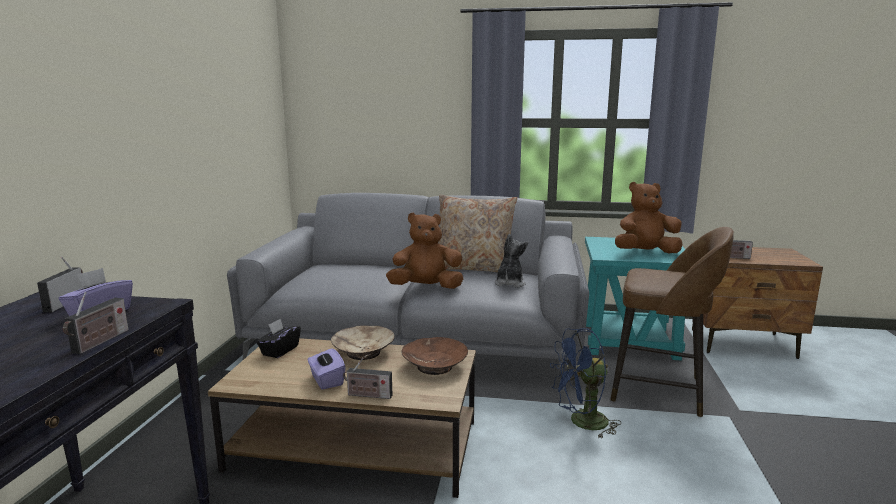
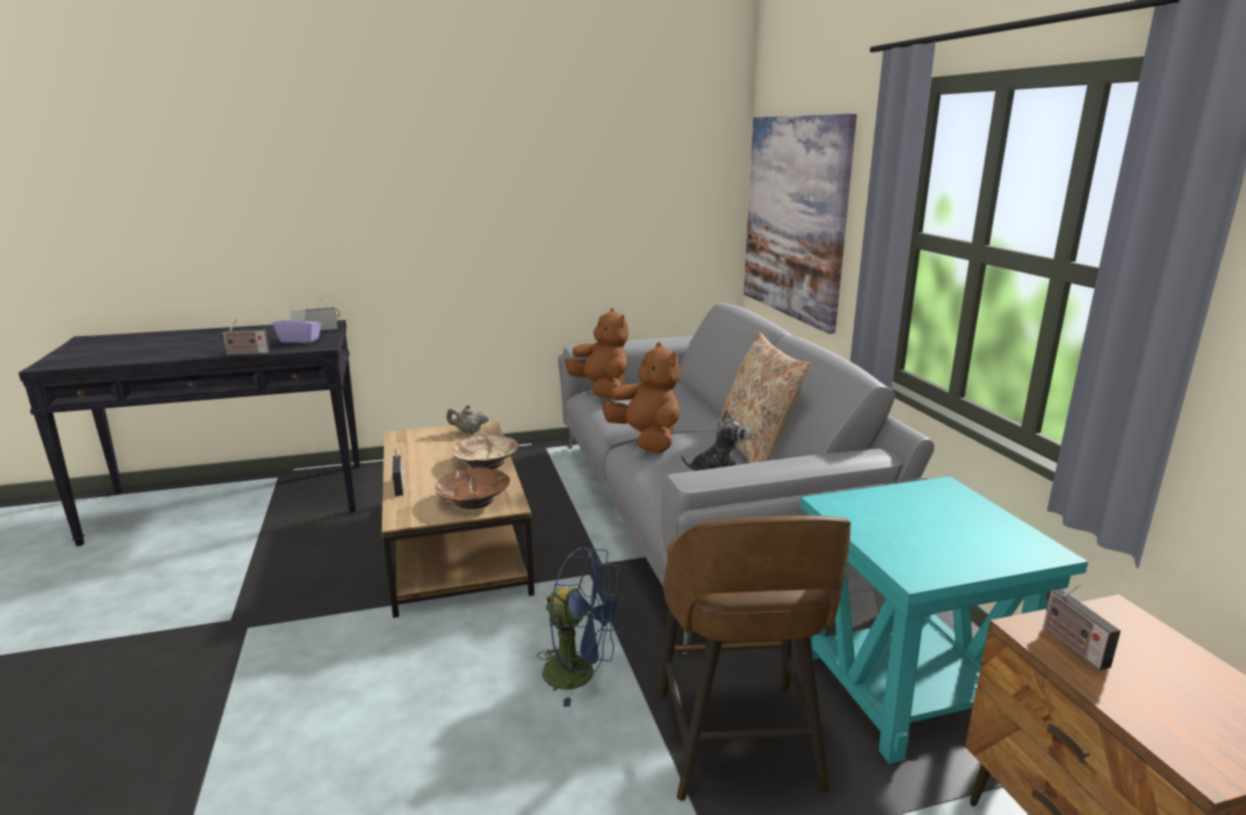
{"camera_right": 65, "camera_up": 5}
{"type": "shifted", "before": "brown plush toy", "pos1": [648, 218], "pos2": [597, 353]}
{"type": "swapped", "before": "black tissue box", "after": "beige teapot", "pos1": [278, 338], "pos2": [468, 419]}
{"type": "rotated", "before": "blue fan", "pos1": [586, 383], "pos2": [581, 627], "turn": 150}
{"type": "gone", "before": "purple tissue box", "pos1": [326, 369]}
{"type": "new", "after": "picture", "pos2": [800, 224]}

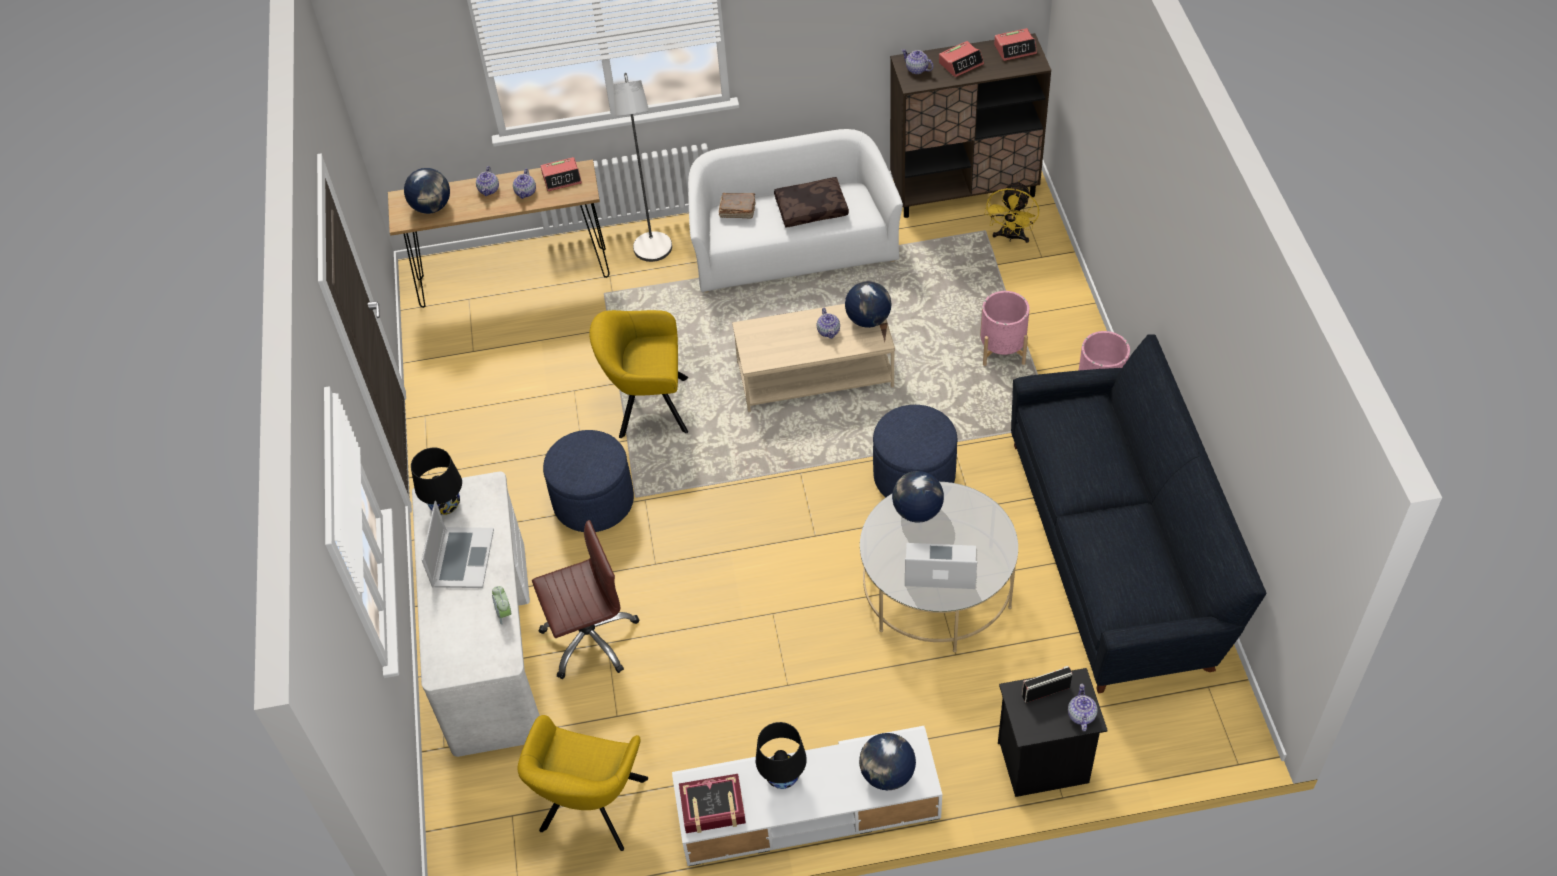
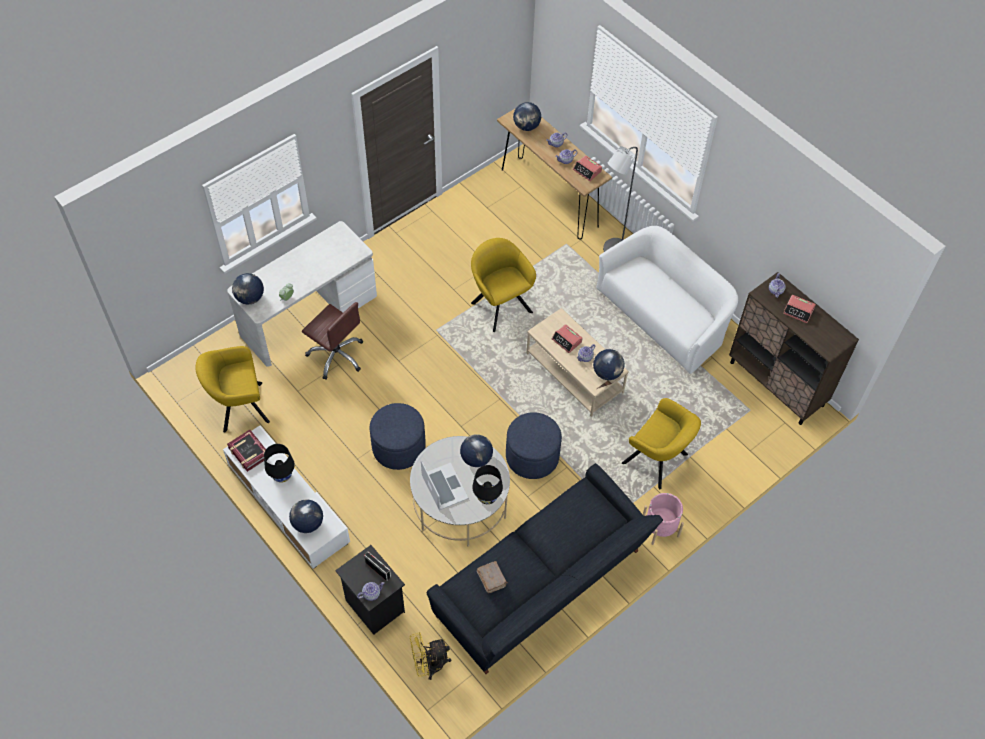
{"camera_right": 55, "camera_up": 5}
{"type": "shifted", "before": "alarm clock", "pos1": [1015, 44], "pos2": [567, 338]}
{"type": "gone", "before": "brown pillow", "pos1": [811, 202]}
{"type": "shifted", "before": "yellow fan", "pos1": [1011, 212], "pos2": [431, 656]}
{"type": "shifted", "before": "brown book", "pos1": [737, 205], "pos2": [492, 577]}
{"type": "swapped", "before": "pink planter", "after": "yellow armchair", "pos1": [1005, 328], "pos2": [661, 443]}
{"type": "shifted", "before": "blue ottoman", "pos1": [588, 481], "pos2": [398, 436]}
{"type": "shifted", "before": "black table lamp", "pos1": [436, 481], "pos2": [487, 484]}
{"type": "gone", "before": "laptop", "pos1": [458, 544]}
{"type": "new", "after": "globe", "pos2": [248, 288]}

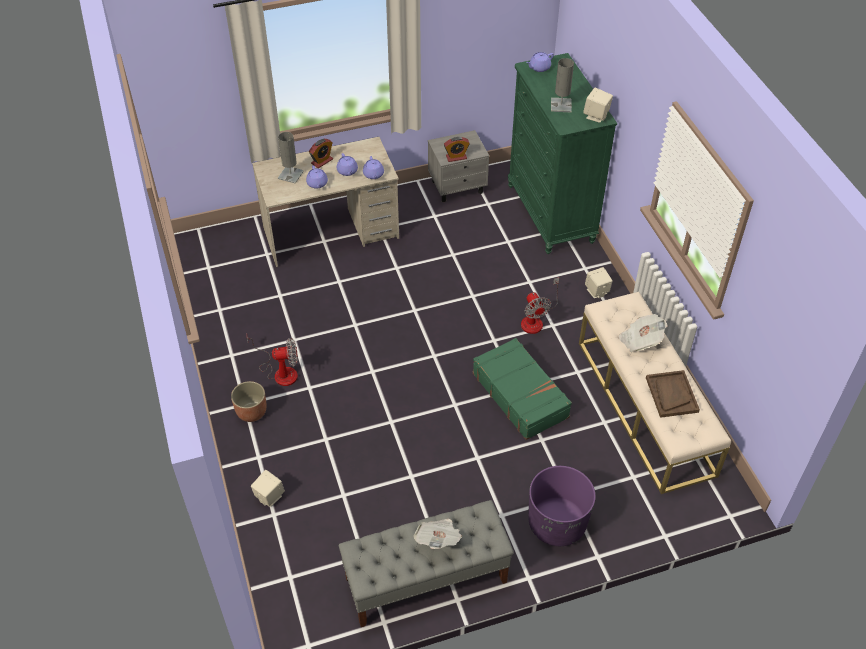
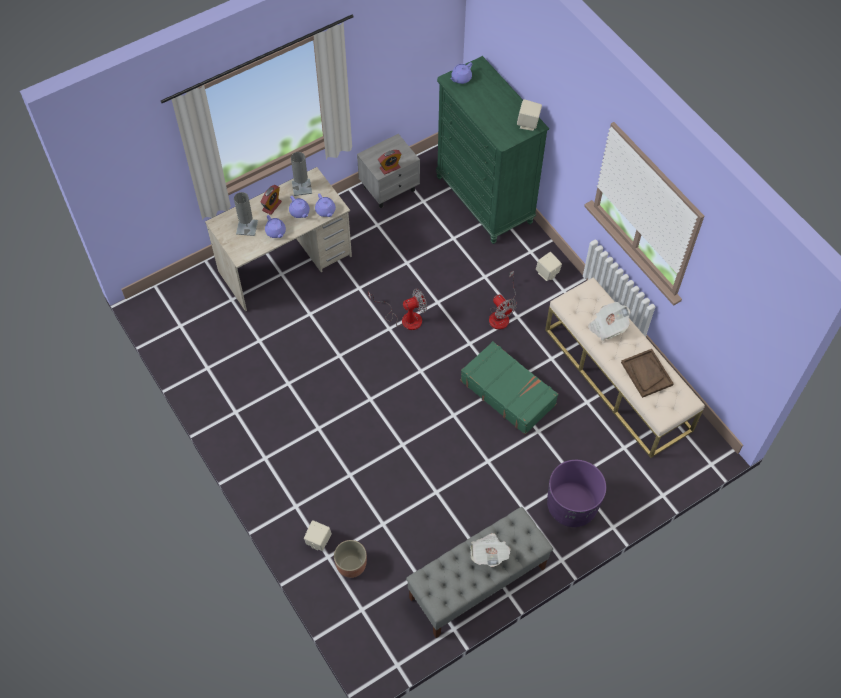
{"camera_right": -15, "camera_up": 10}
{"type": "shifted", "before": "grey table lamp", "pos1": [562, 85], "pos2": [301, 174]}
{"type": "shifted", "before": "fan", "pos1": [272, 361], "pos2": [397, 309]}
{"type": "shifted", "before": "planter", "pos1": [248, 401], "pos2": [350, 559]}

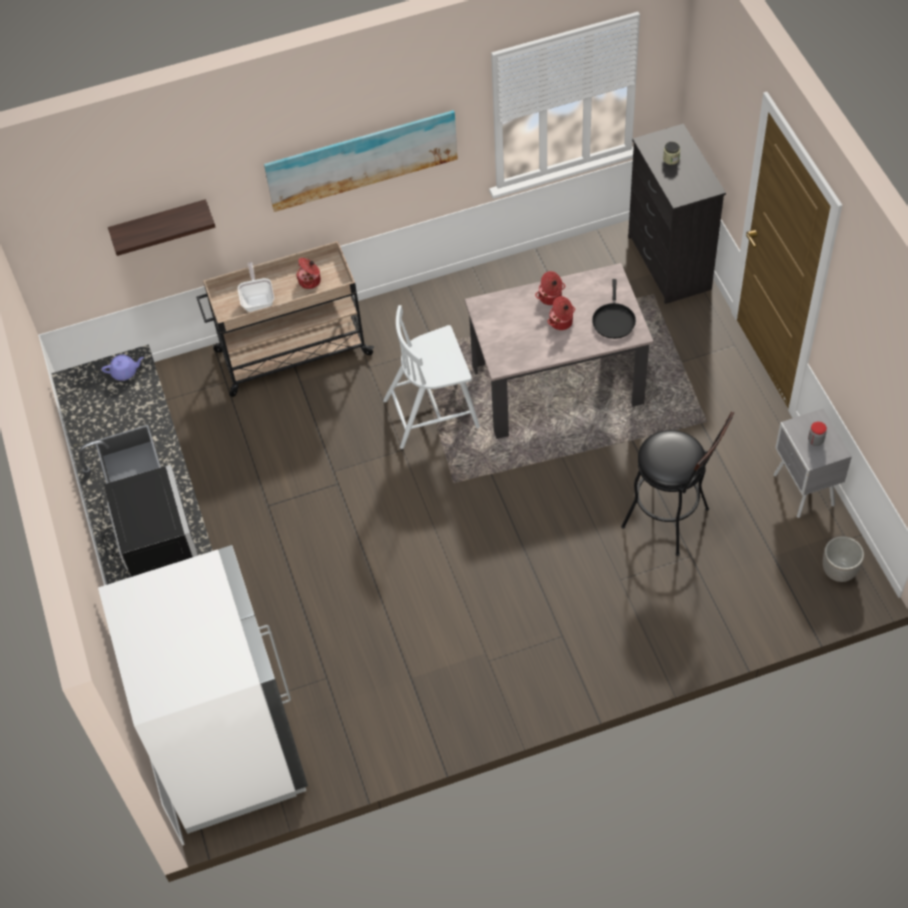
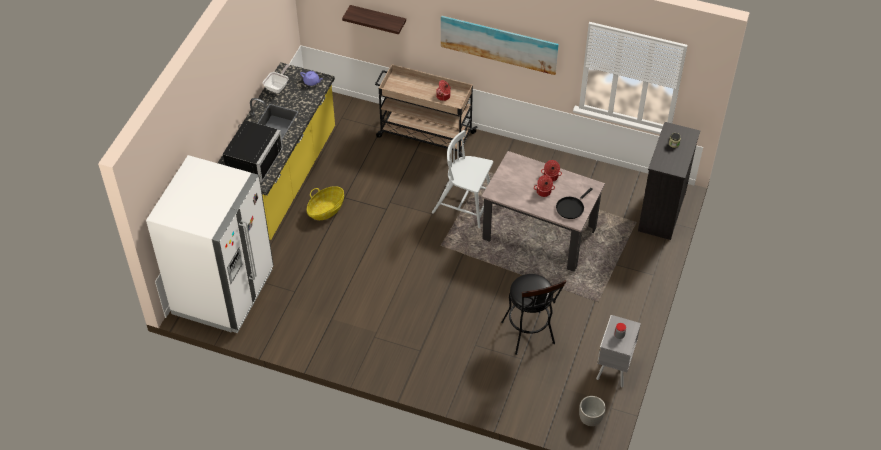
{"camera_right": 35, "camera_up": -5}
{"type": "shifted", "before": "frying pan", "pos1": [256, 287], "pos2": [276, 78]}
{"type": "new", "after": "basket", "pos2": [325, 203]}

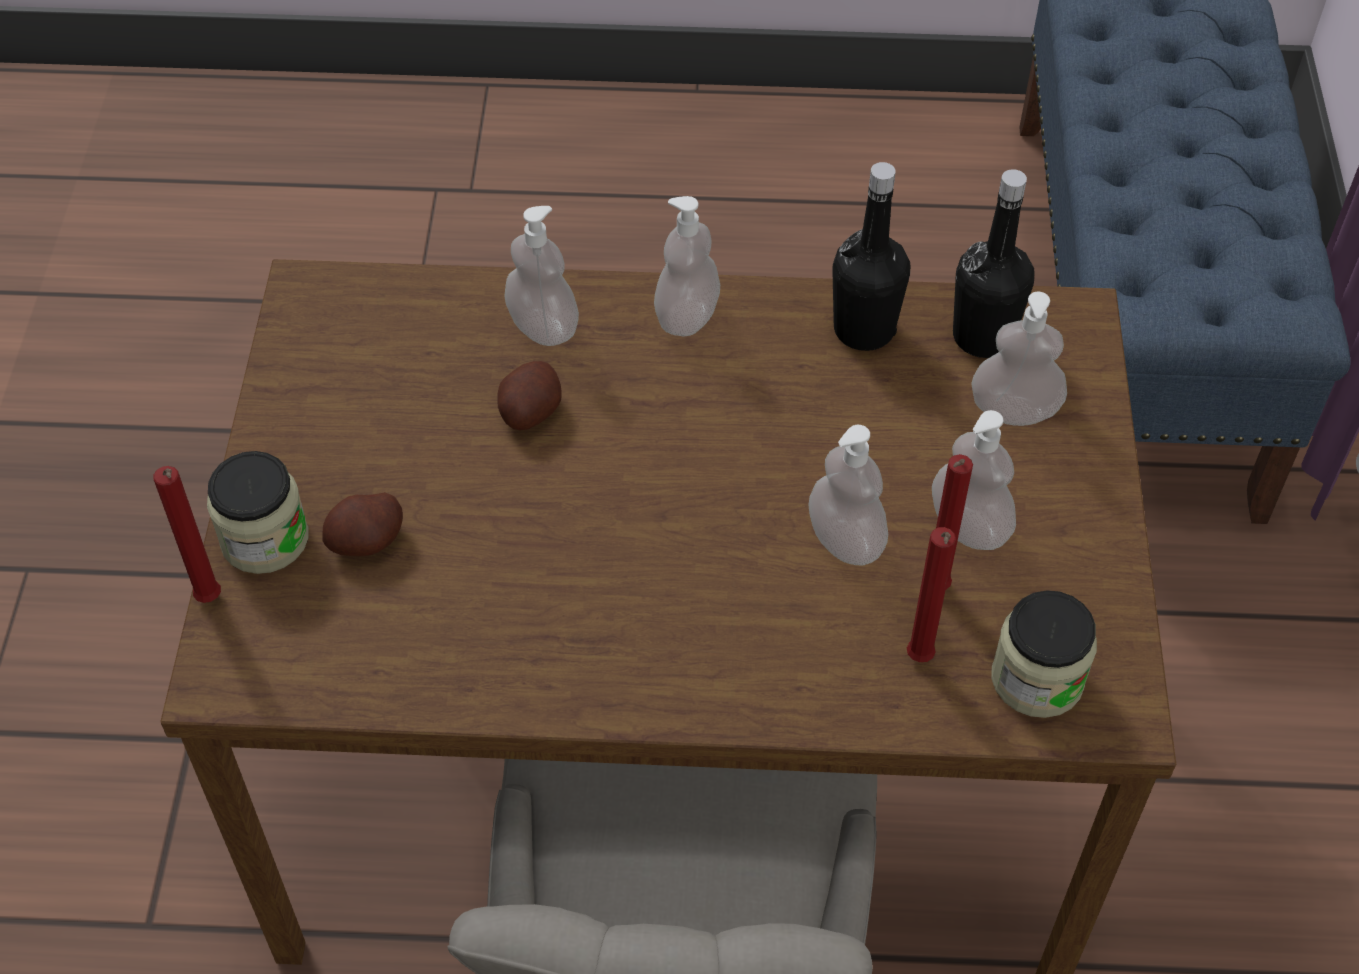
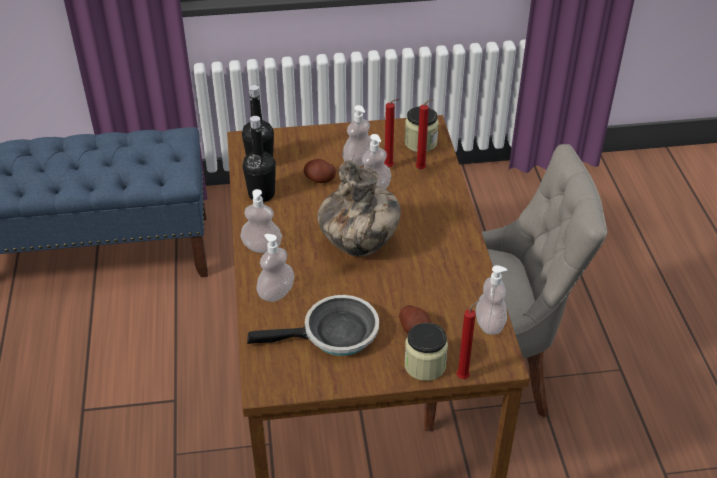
{"camera_right": -100, "camera_up": -10}
{"type": "shifted", "before": "soap dispenser", "pos1": [1019, 358], "pos2": [491, 300]}
{"type": "shifted", "before": "potato", "pos1": [529, 396], "pos2": [320, 171]}
{"type": "new", "after": "vase", "pos2": [359, 208]}
{"type": "new", "after": "frying pan", "pos2": [313, 325]}

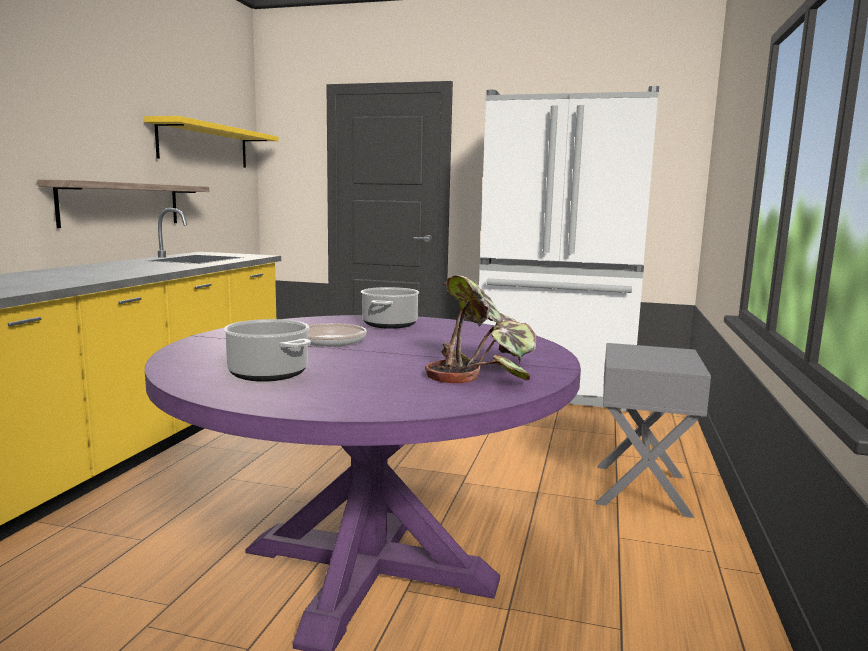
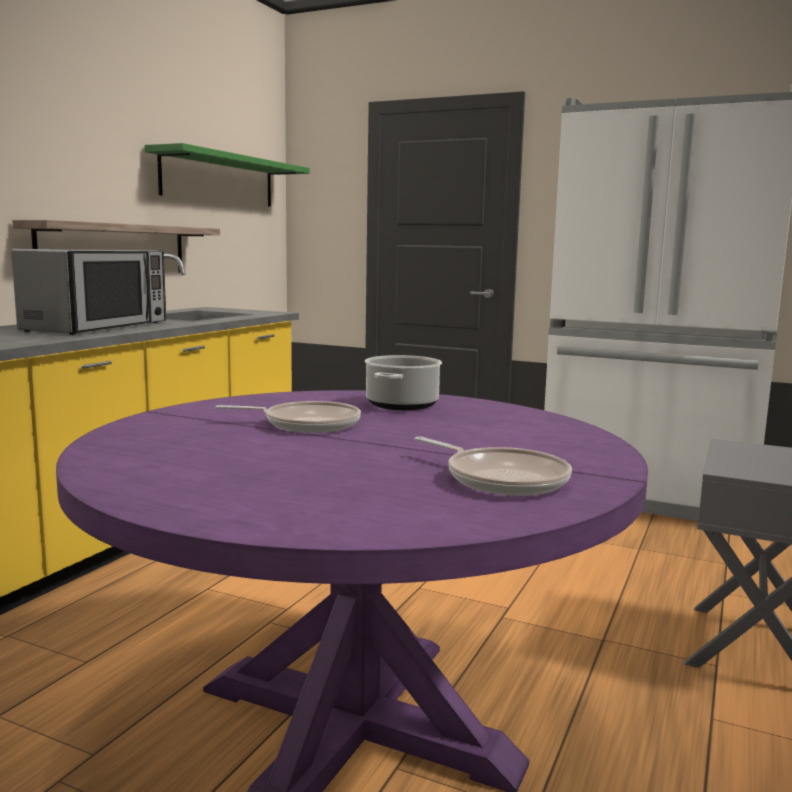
{"camera_right": 10, "camera_up": 0}
{"type": "repainted", "before": "yellow shelf", "after": "green shelf", "pos1": [211, 142], "pos2": [227, 174]}
{"type": "swapped", "before": "potted plant", "after": "frying pan", "pos1": [480, 329], "pos2": [493, 466]}
{"type": "gone", "before": "cooking pot", "pos1": [267, 350]}
{"type": "new", "after": "microwave", "pos2": [88, 292]}

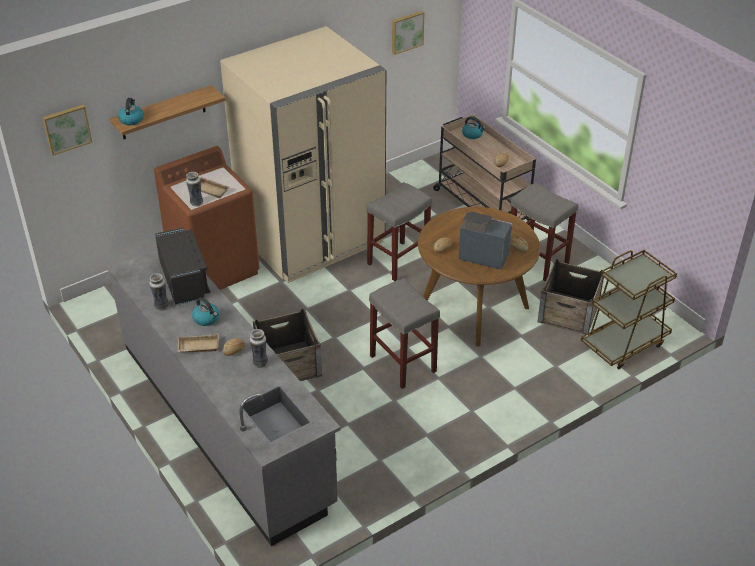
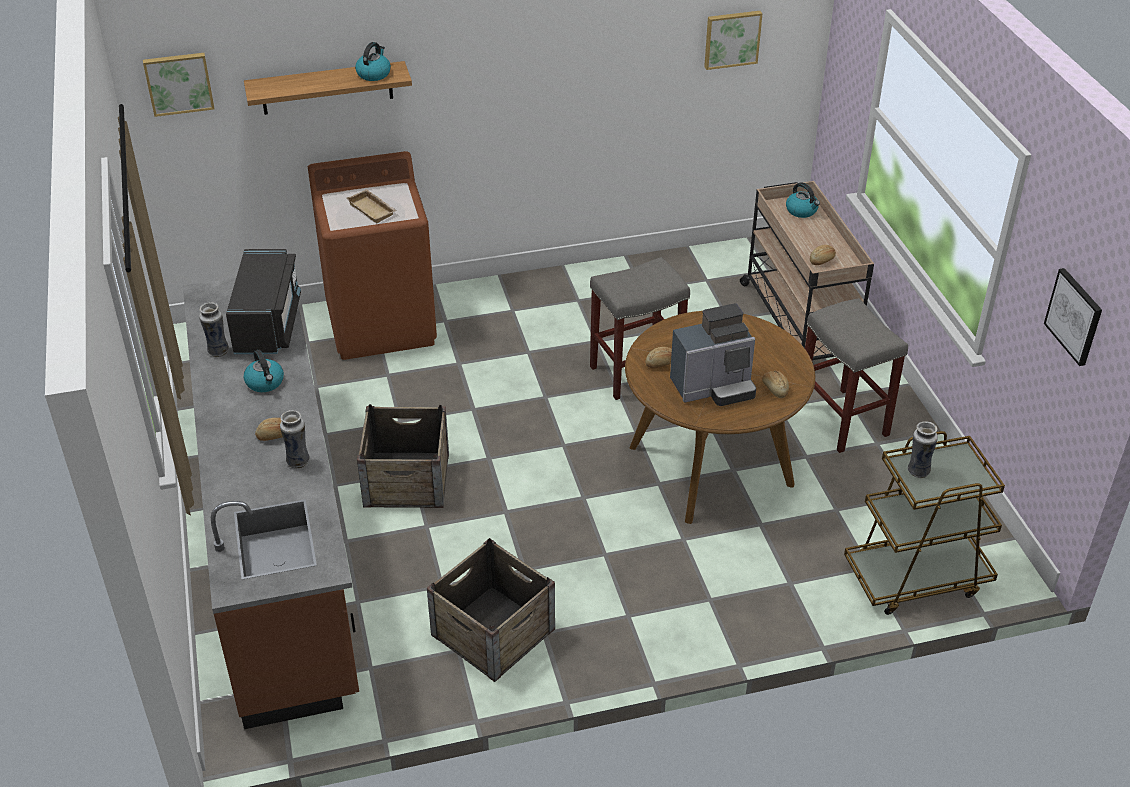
{"camera_right": 20, "camera_up": 0}
{"type": "gone", "before": "beige fridge", "pos1": [303, 154]}
{"type": "shifted", "before": "kettle", "pos1": [131, 111], "pos2": [373, 61]}
{"type": "shifted", "before": "vase", "pos1": [194, 189], "pos2": [923, 449]}
{"type": "rotated", "before": "coffee machine", "pos1": [486, 240], "pos2": [713, 354], "turn": 120}
{"type": "repainted", "before": "grey counter", "after": "brown counter", "pos1": [224, 398], "pos2": [271, 503]}
{"type": "shifted", "before": "crate", "pos1": [571, 296], "pos2": [491, 610]}
{"type": "gone", "before": "grey stool", "pos1": [404, 333]}
{"type": "gone", "before": "beige tray", "pos1": [198, 343]}
{"type": "new", "after": "picture", "pos2": [1073, 317]}

